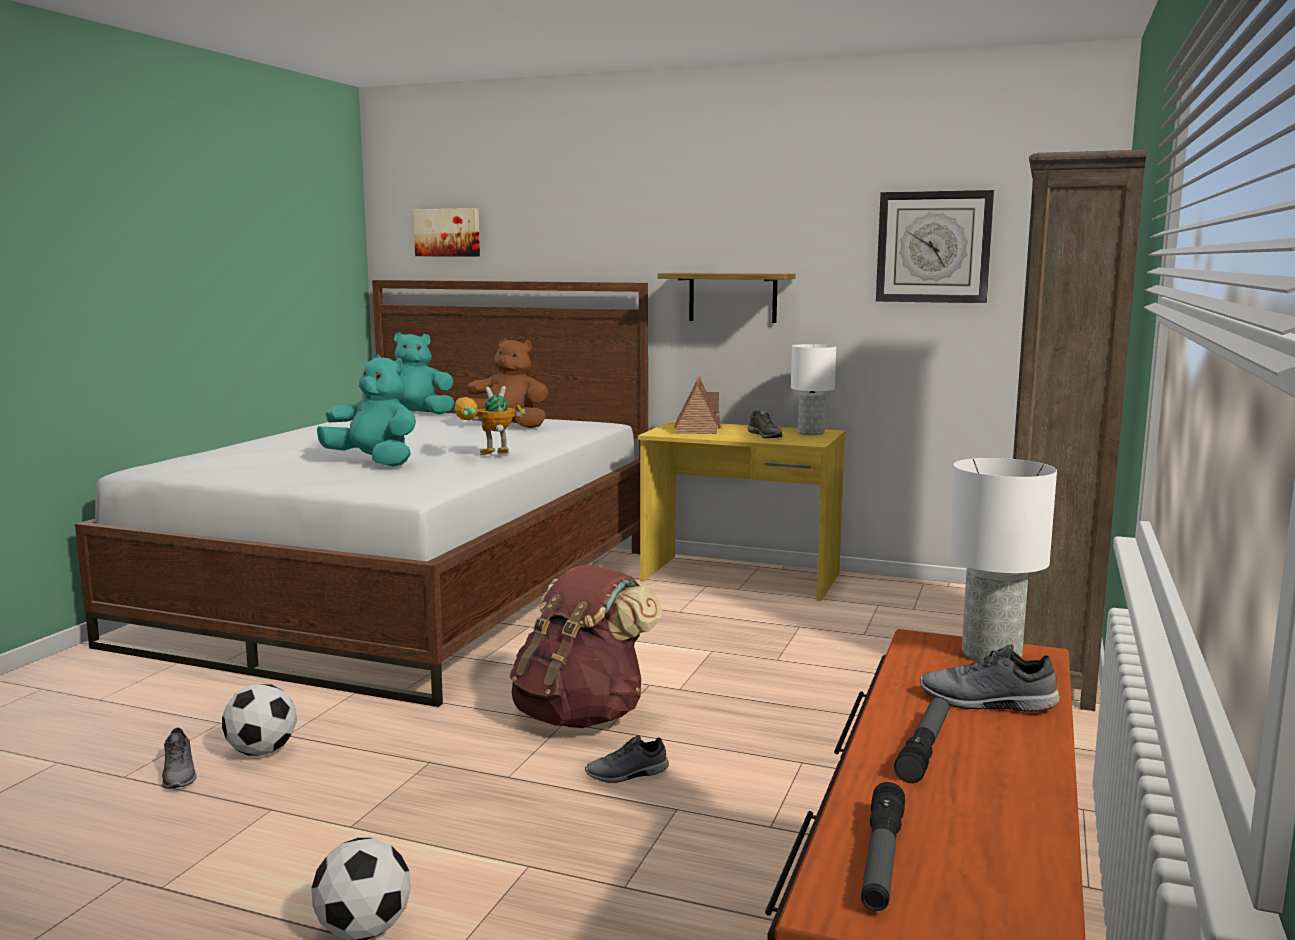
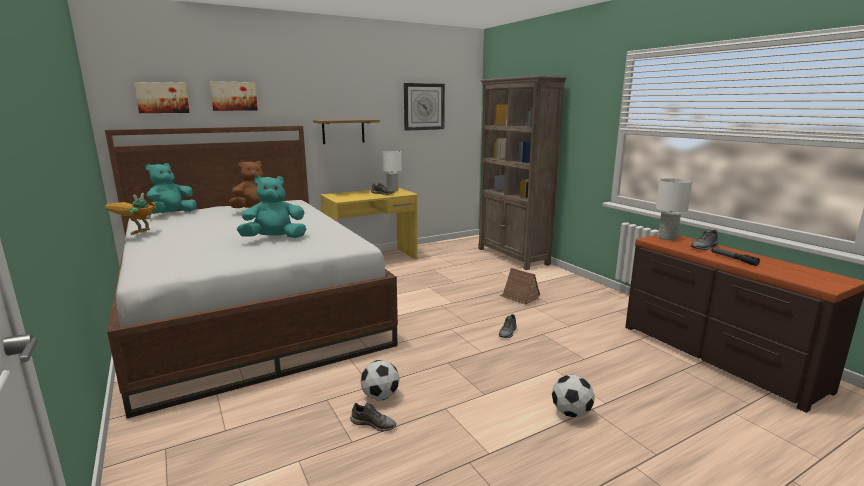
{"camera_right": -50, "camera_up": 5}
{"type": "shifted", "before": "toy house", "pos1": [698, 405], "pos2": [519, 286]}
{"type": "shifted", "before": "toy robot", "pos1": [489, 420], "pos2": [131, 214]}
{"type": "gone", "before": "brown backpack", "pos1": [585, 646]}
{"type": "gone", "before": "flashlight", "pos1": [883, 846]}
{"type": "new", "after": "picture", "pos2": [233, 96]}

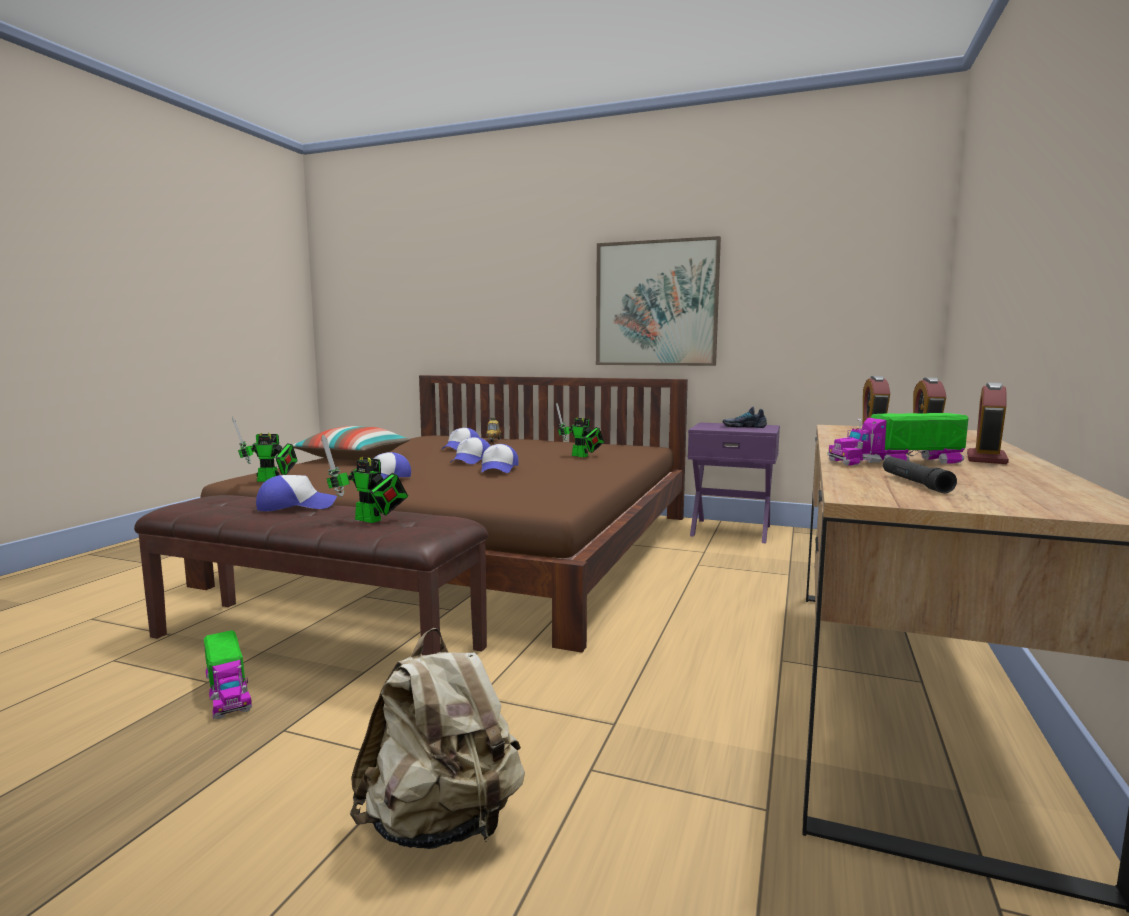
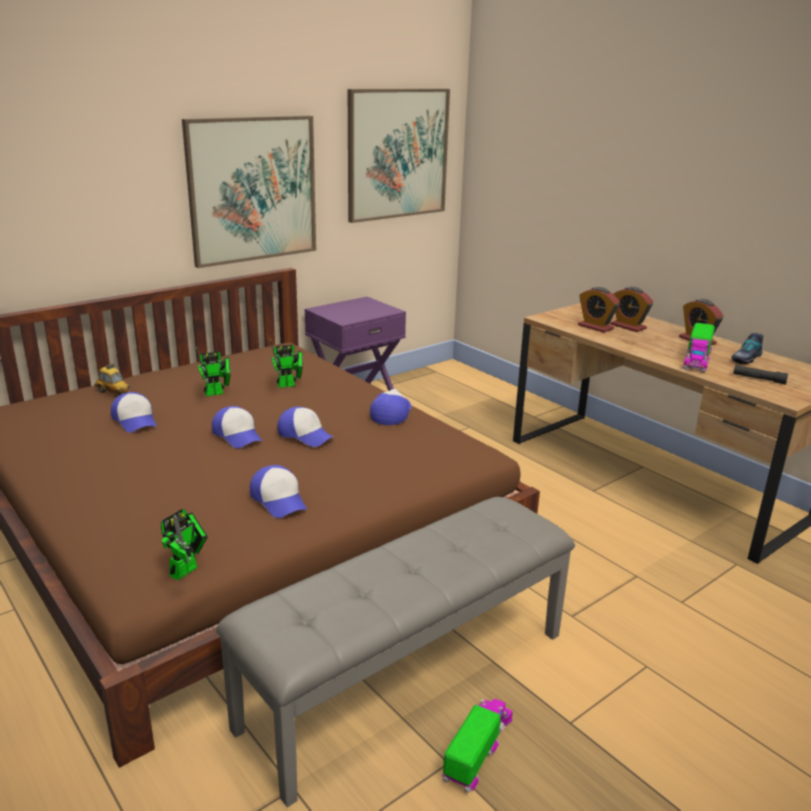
{"camera_right": -60, "camera_up": 15}
{"type": "shifted", "before": "shoe", "pos1": [745, 417], "pos2": [747, 349]}
{"type": "gone", "before": "pillow", "pos1": [351, 443]}
{"type": "shifted", "before": "toy robot", "pos1": [364, 479], "pos2": [213, 371]}
{"type": "shifted", "before": "cap", "pos1": [296, 493], "pos2": [391, 407]}
{"type": "repainted", "before": "brown bench", "after": "grey bench", "pos1": [311, 575], "pos2": [395, 652]}
{"type": "gone", "before": "beige backpack", "pos1": [437, 738]}
{"type": "rotated", "before": "toy truck", "pos1": [228, 674], "pos2": [477, 746], "turn": -60}
{"type": "new", "after": "picture", "pos2": [399, 156]}

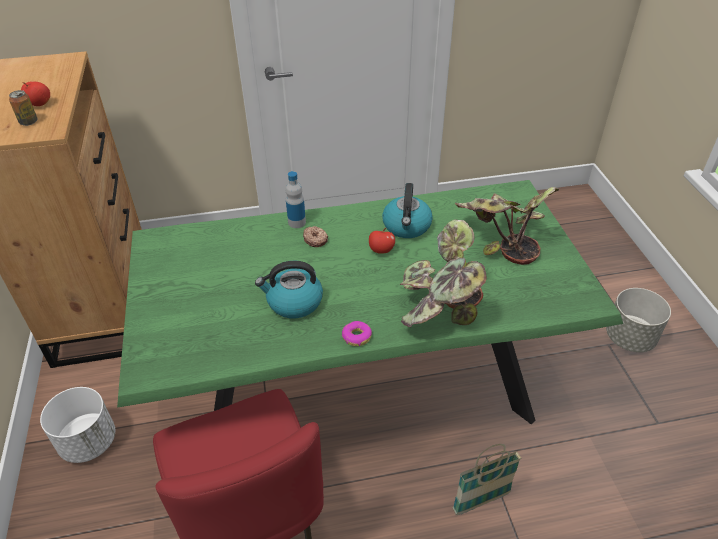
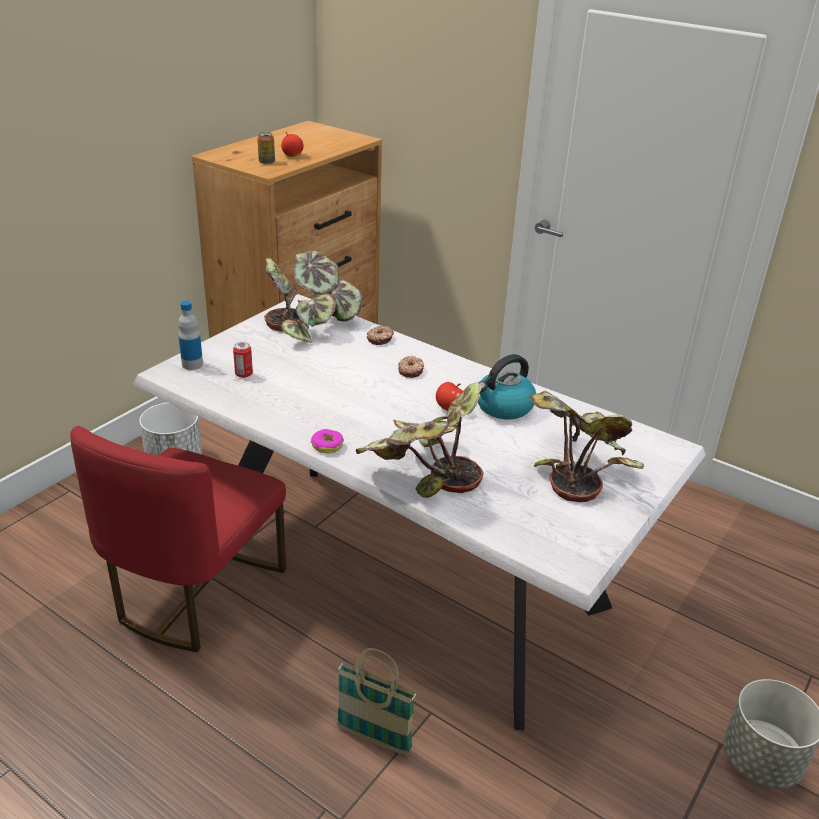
{"camera_right": 45, "camera_up": -10}
{"type": "shifted", "before": "bottle", "pos1": [296, 199], "pos2": [190, 335]}
{"type": "repainted", "before": "green dining table", "after": "white dining table", "pos1": [370, 302], "pos2": [419, 512]}
{"type": "gone", "before": "kettle", "pos1": [289, 289]}
{"type": "new", "after": "potted plant", "pos2": [313, 296]}
{"type": "new", "after": "donut", "pos2": [380, 335]}
{"type": "new", "after": "can", "pos2": [243, 360]}

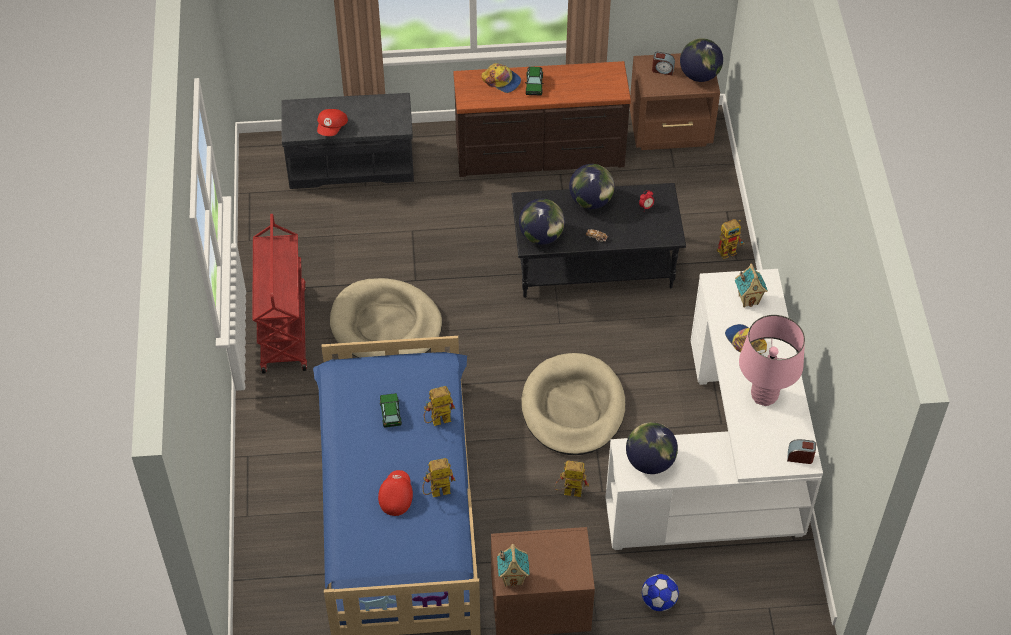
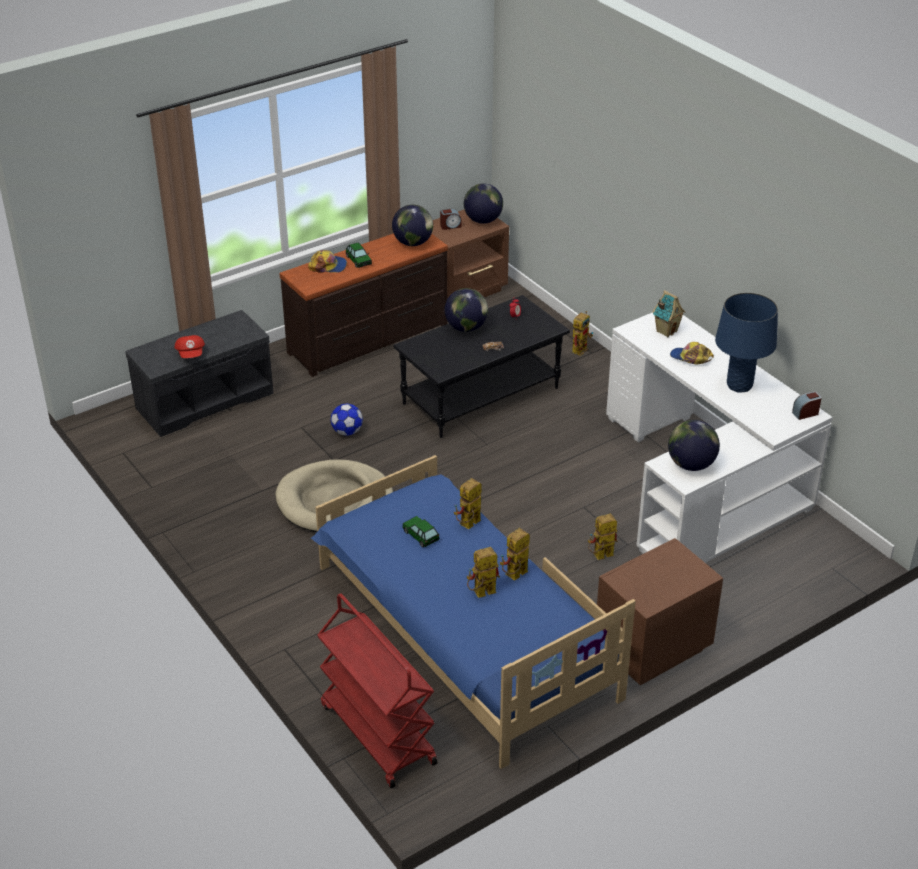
{"camera_right": -30, "camera_up": -15}
{"type": "shifted", "before": "globe", "pos1": [542, 222], "pos2": [412, 225]}
{"type": "shifted", "before": "red cart", "pos1": [279, 294], "pos2": [377, 690]}
{"type": "repainted", "before": "pink table lamp", "after": "blue table lamp", "pos1": [772, 360], "pos2": [746, 343]}
{"type": "gone", "before": "beige dog bed", "pos1": [573, 404]}
{"type": "swapped", "before": "red cap", "after": "toy robot", "pos1": [395, 493], "pos2": [483, 572]}
{"type": "gone", "before": "toy house", "pos1": [513, 565]}
{"type": "shifted", "before": "football", "pos1": [660, 592], "pos2": [347, 420]}

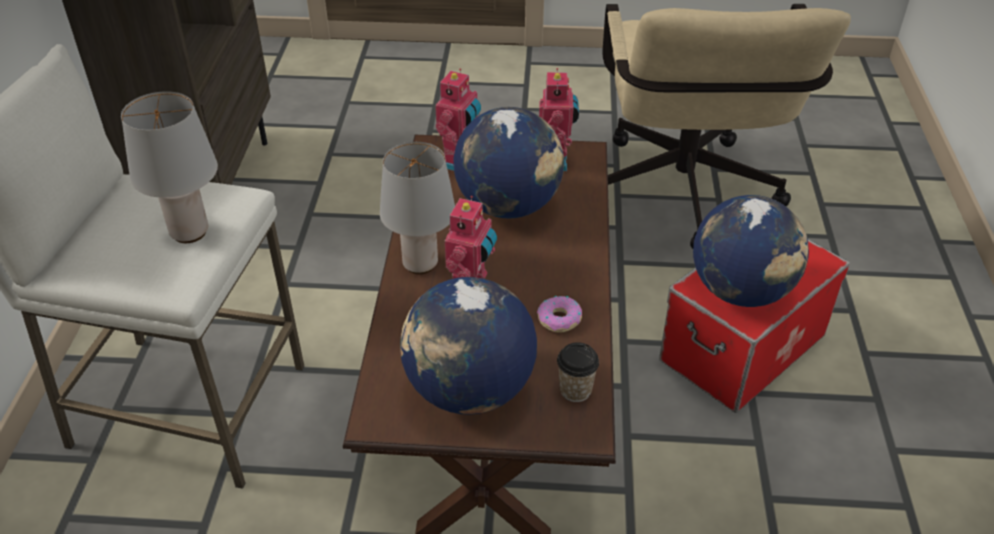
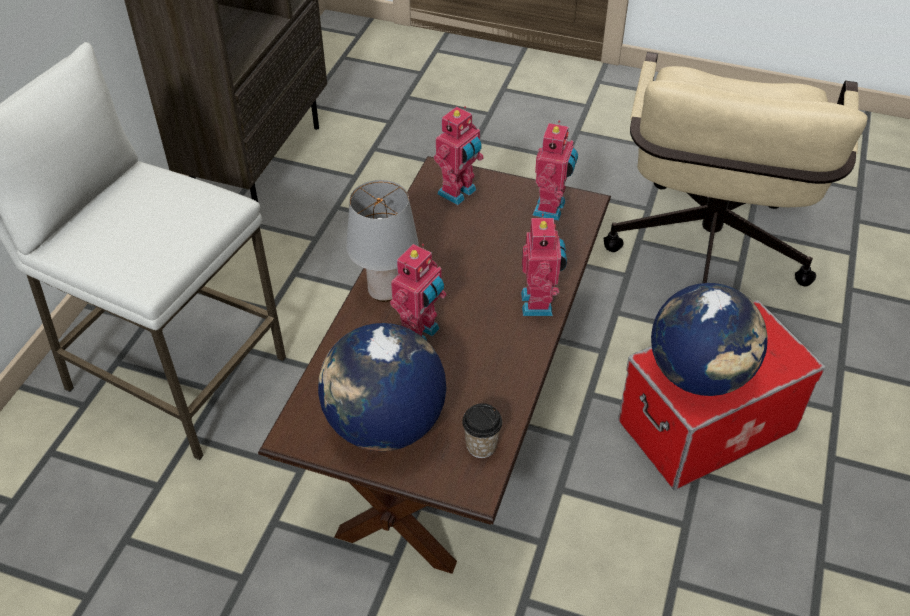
{"camera_right": 15, "camera_up": 5}
{"type": "gone", "before": "grey table lamp", "pos1": [169, 167]}
{"type": "gone", "before": "globe", "pos1": [508, 162]}
{"type": "gone", "before": "donut", "pos1": [559, 314]}
{"type": "new", "after": "toy robot", "pos2": [544, 265]}

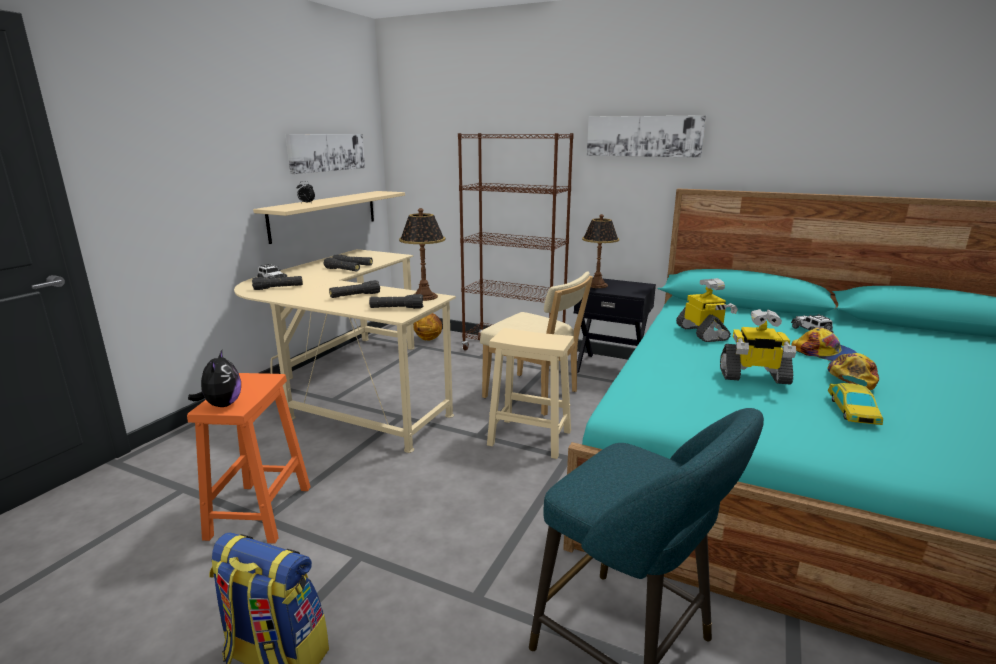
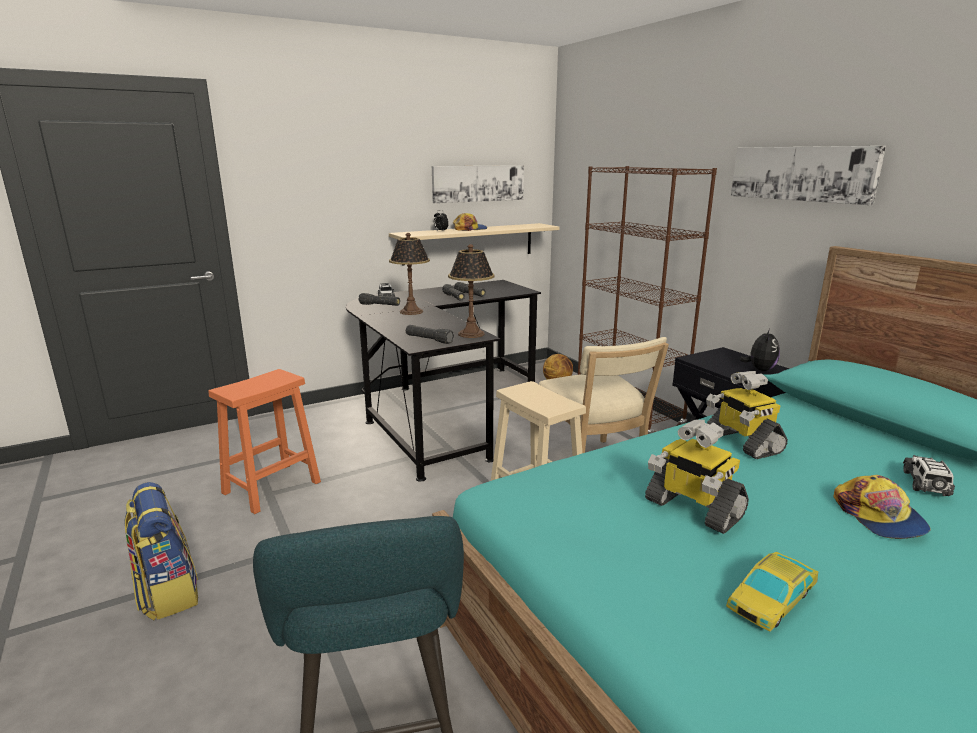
{"camera_right": 35, "camera_up": 0}
{"type": "shifted", "before": "table lamp", "pos1": [600, 251], "pos2": [409, 274]}
{"type": "repainted", "before": "beige desk", "after": "black desk", "pos1": [345, 351], "pos2": [443, 381]}
{"type": "rotated", "before": "toy robot", "pos1": [707, 310], "pos2": [747, 415], "turn": 135}
{"type": "gone", "before": "black flashlight", "pos1": [354, 289]}
{"type": "shifted", "before": "plush toy", "pos1": [214, 378], "pos2": [760, 350]}
{"type": "shifted", "before": "cap", "pos1": [853, 371], "pos2": [470, 222]}

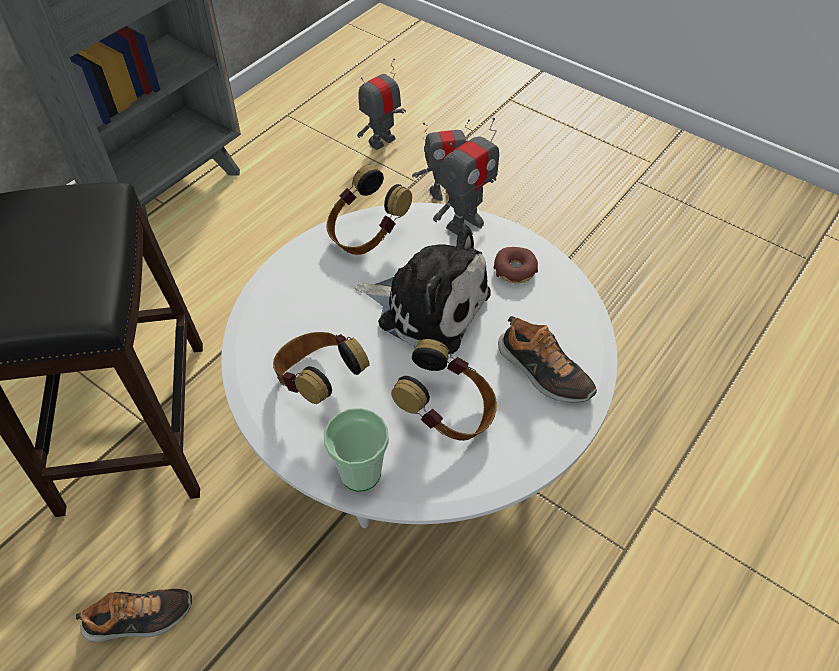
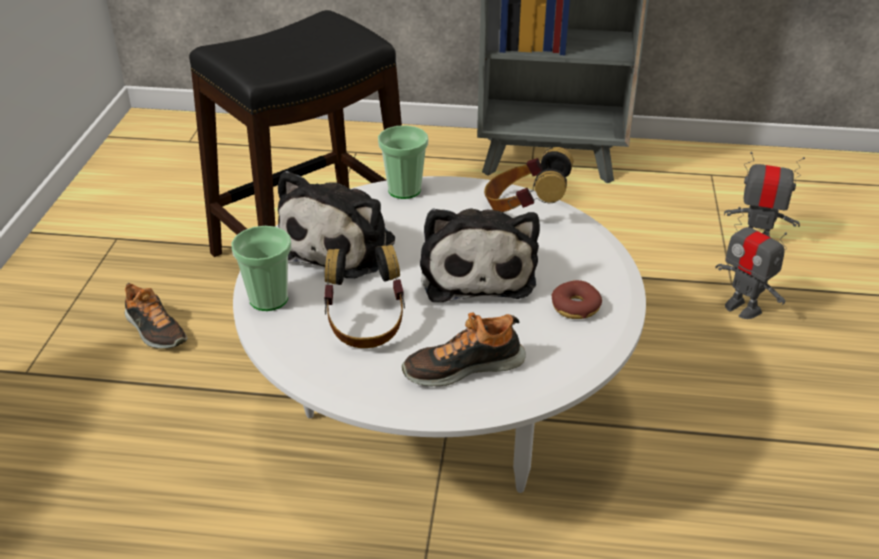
{"camera_right": 60, "camera_up": -15}
{"type": "gone", "before": "toy robot", "pos1": [466, 176]}
{"type": "rotated", "before": "shoe", "pos1": [547, 359], "pos2": [464, 349], "turn": 60}
{"type": "swapped", "before": "headphones", "after": "plush toy", "pos1": [321, 368], "pos2": [336, 224]}
{"type": "new", "after": "cup", "pos2": [403, 162]}

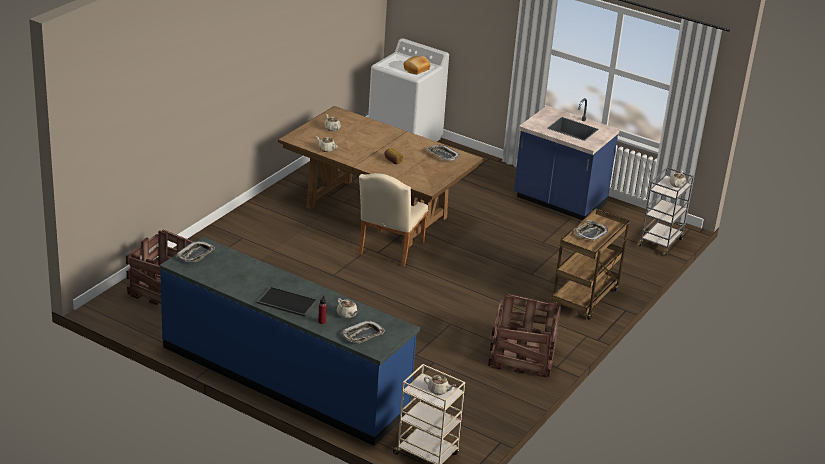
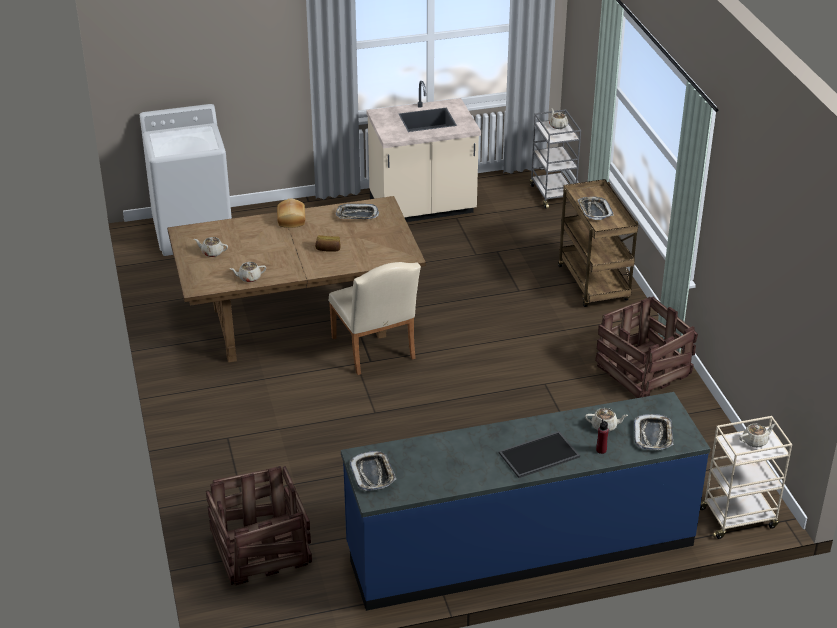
{"camera_right": -45, "camera_up": 5}
{"type": "shifted", "before": "bread", "pos1": [416, 65], "pos2": [291, 213]}
{"type": "repainted", "before": "blue counter", "after": "beige counter", "pos1": [567, 159], "pos2": [423, 151]}

